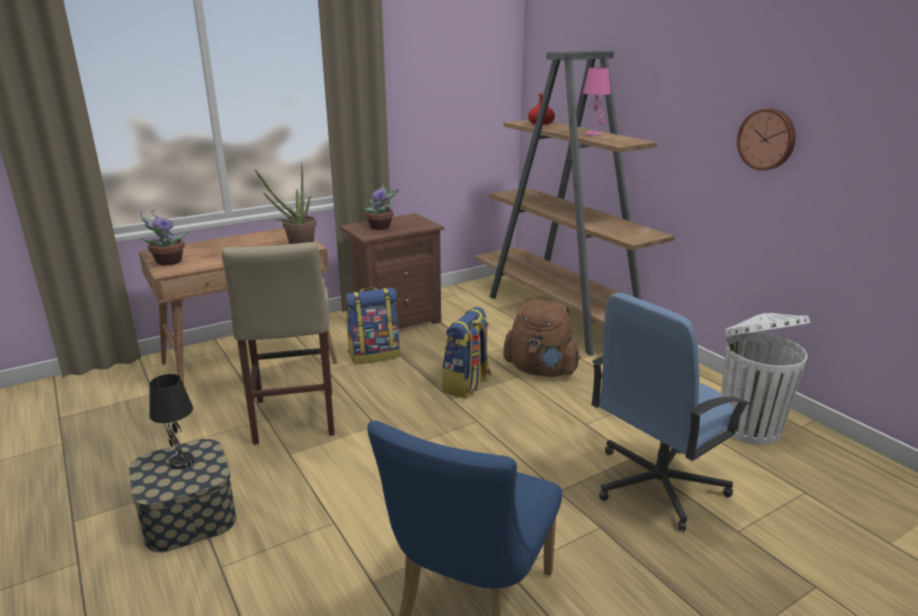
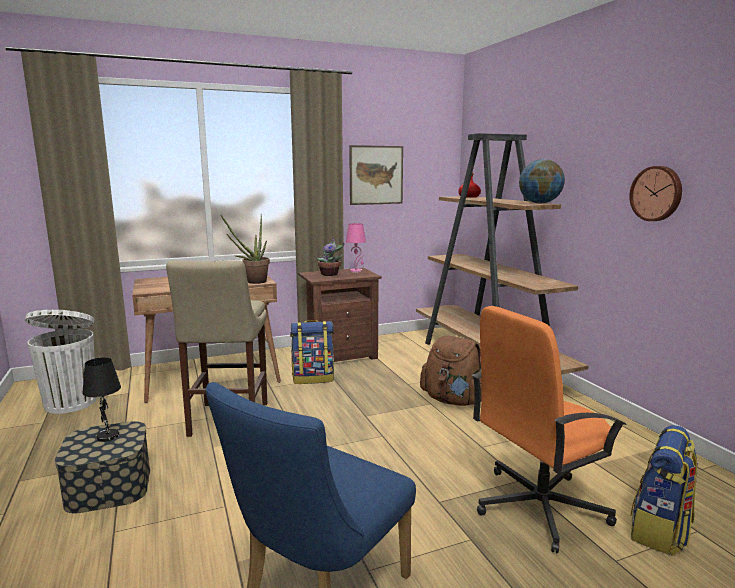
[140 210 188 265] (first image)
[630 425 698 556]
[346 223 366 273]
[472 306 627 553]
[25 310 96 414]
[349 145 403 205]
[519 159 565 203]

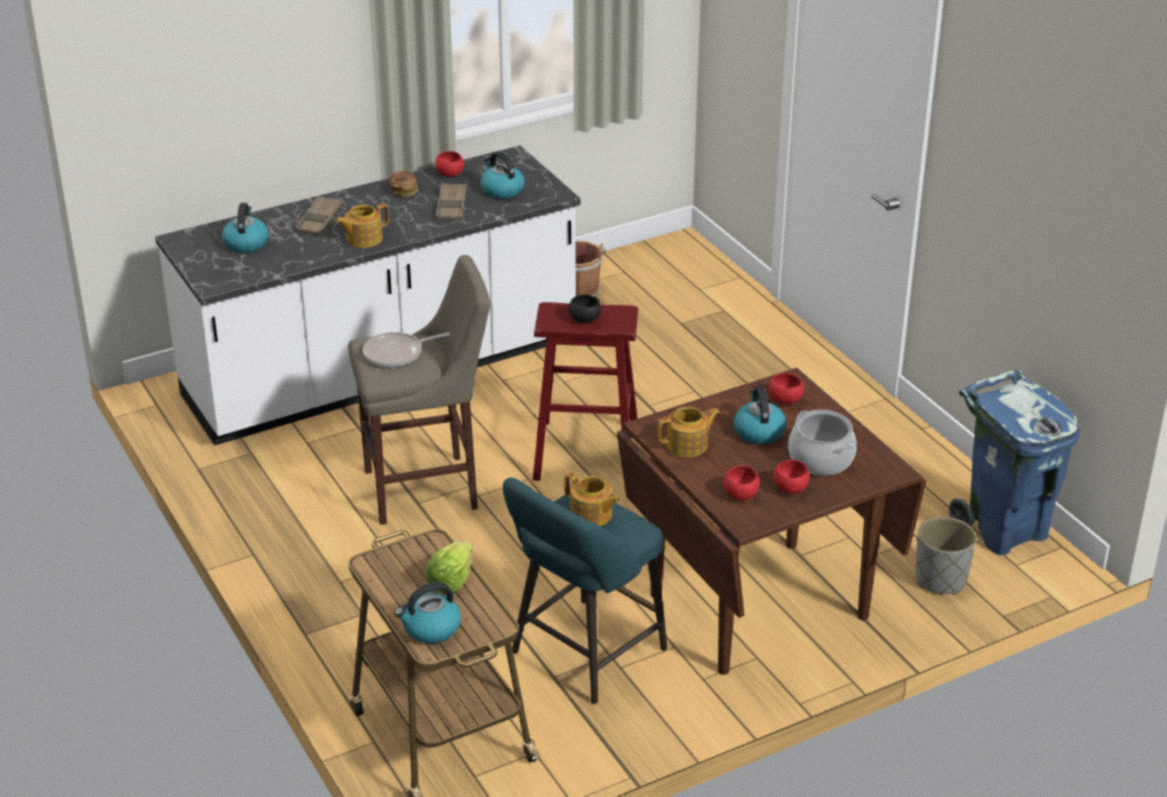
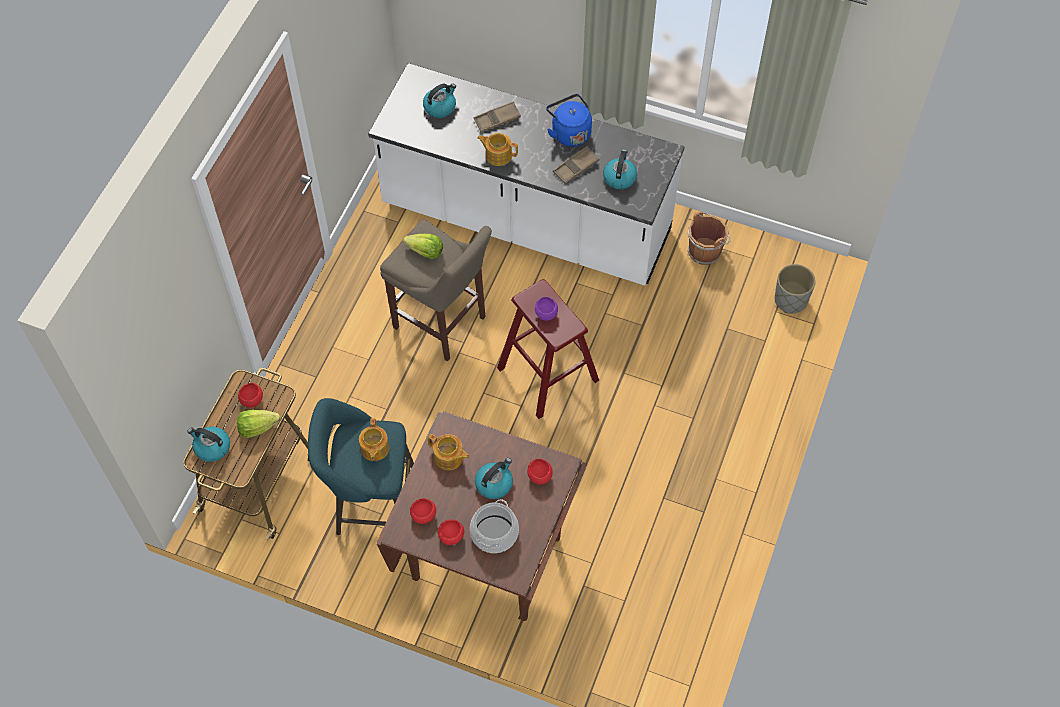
[403 234 443 259]
[546 94 592 147]
[238 383 263 408]
[535 297 558 321]
[775 264 816 314]
[949 370 1080 555] (first image)

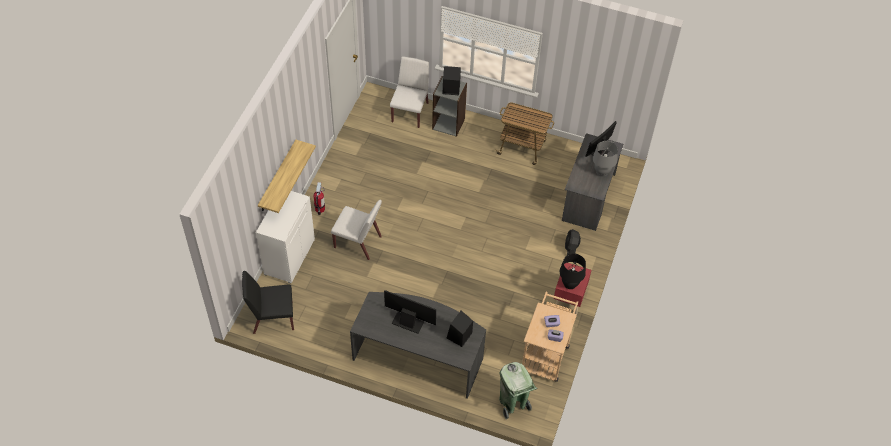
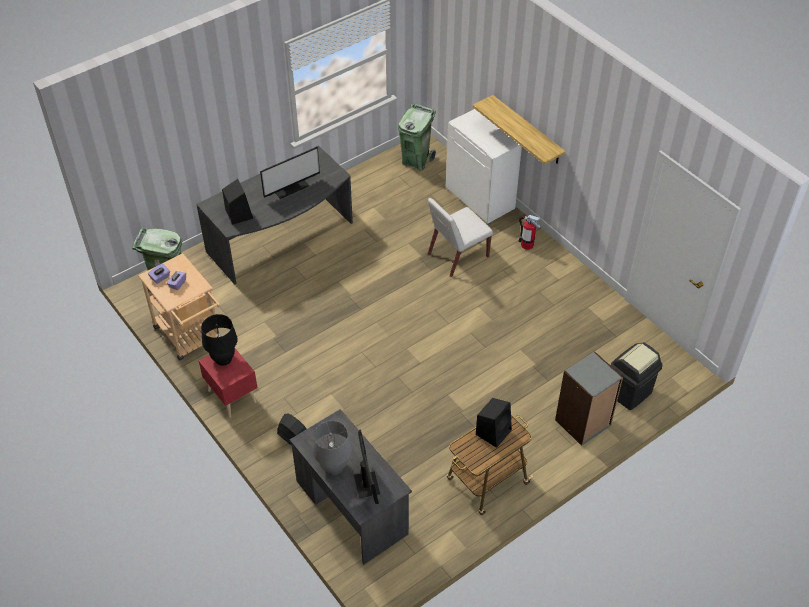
[398 104 436 171]
[611 343 663 410]
[476 398 512 448]

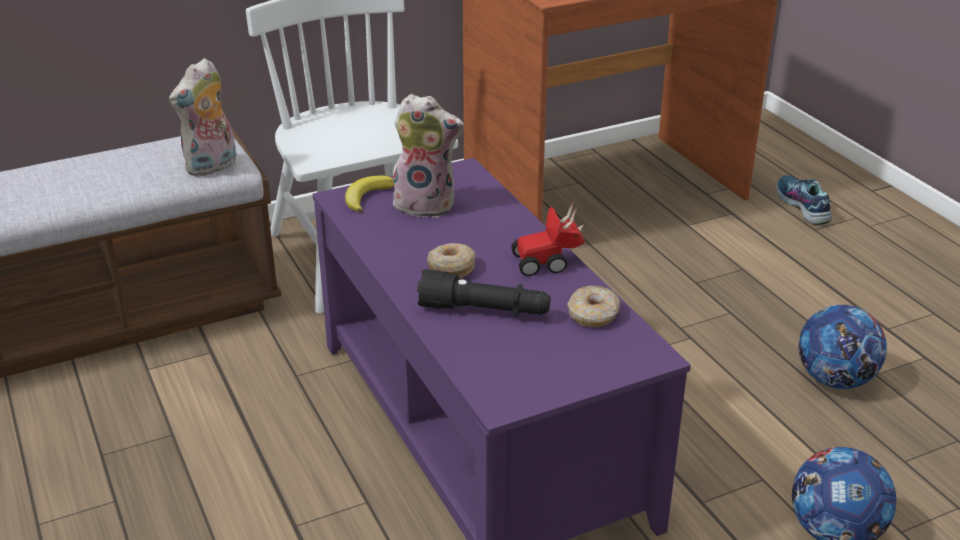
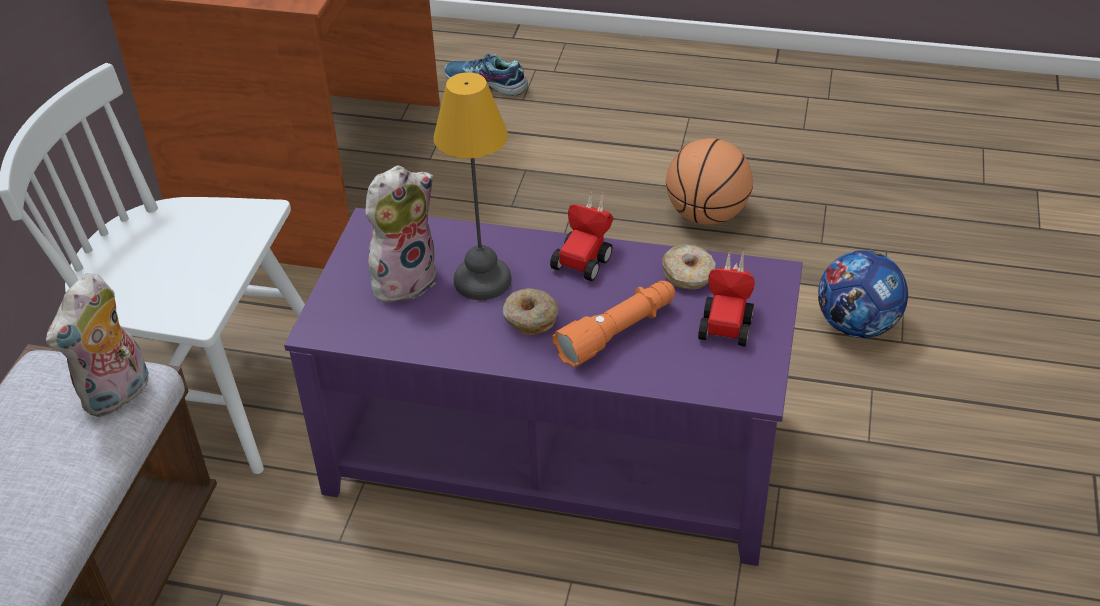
[46 273 149 417]
[345 175 394 213] (first image)
[552 281 675 367]
[666 138 753 225]
[433 72 512 300]
[698 250 755 346]

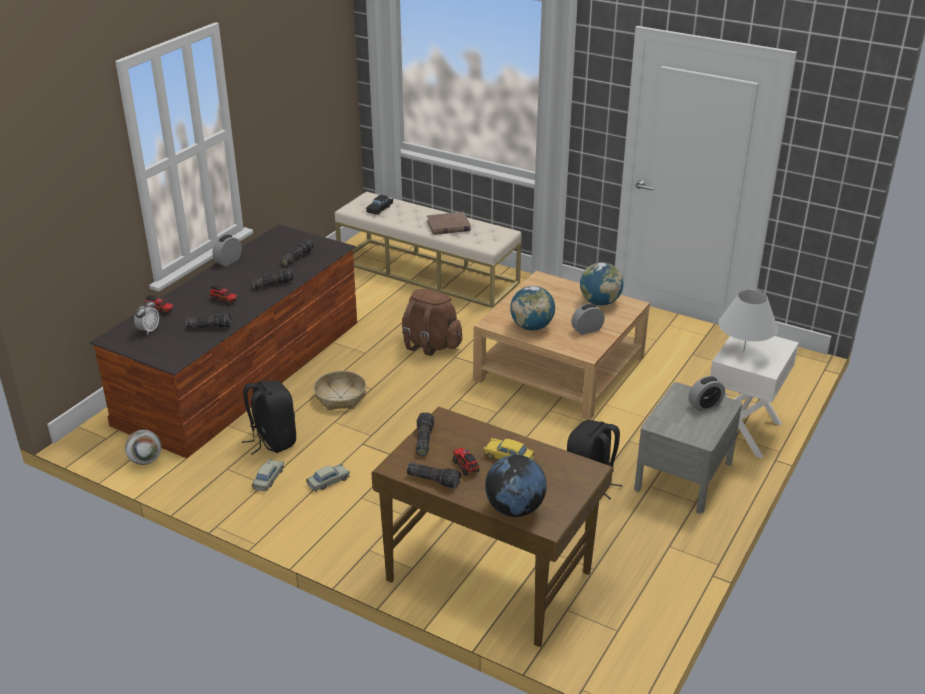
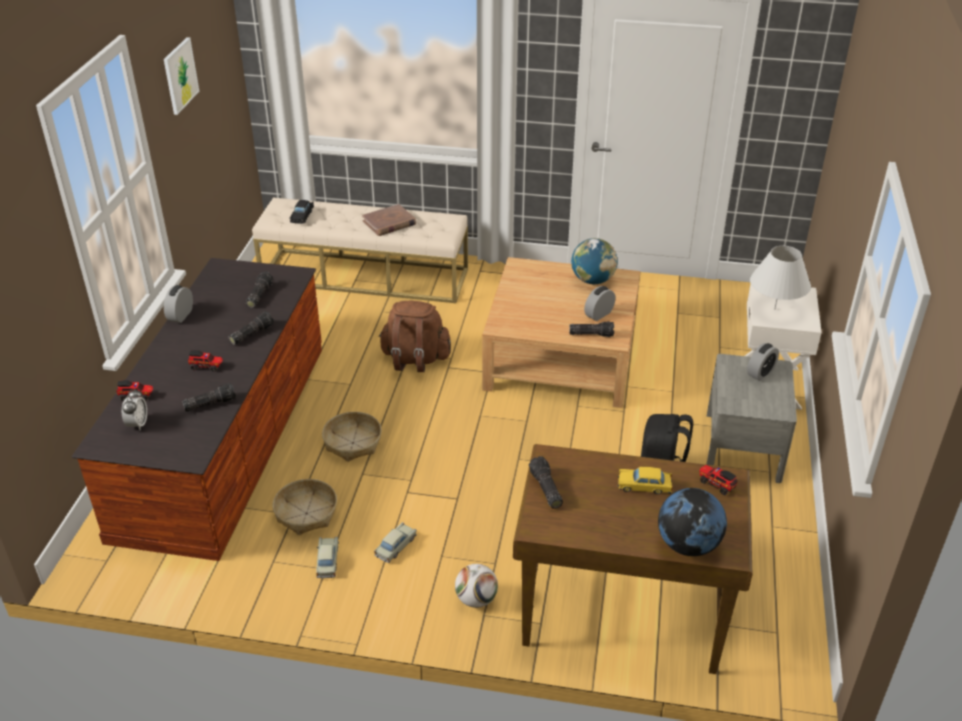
[455 564 498 608]
[273 479 337 535]
[570 321 614 337]
[700 465 738 495]
[510 286 555 331] (first image)
[164 37 199 115]

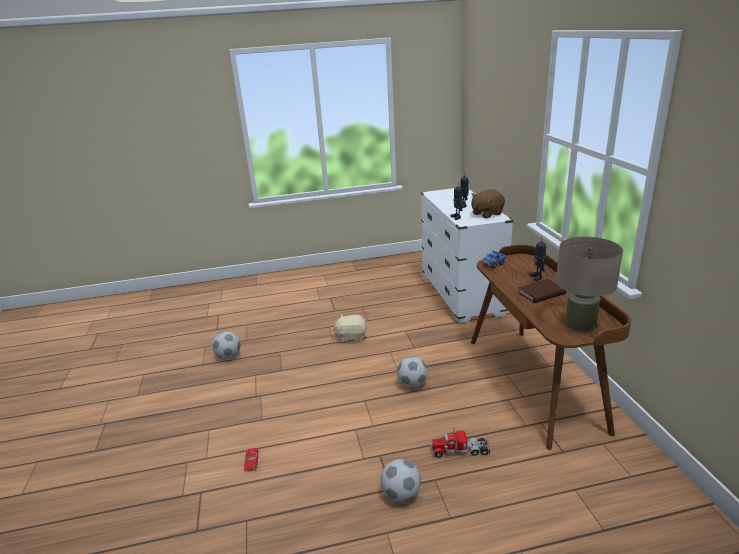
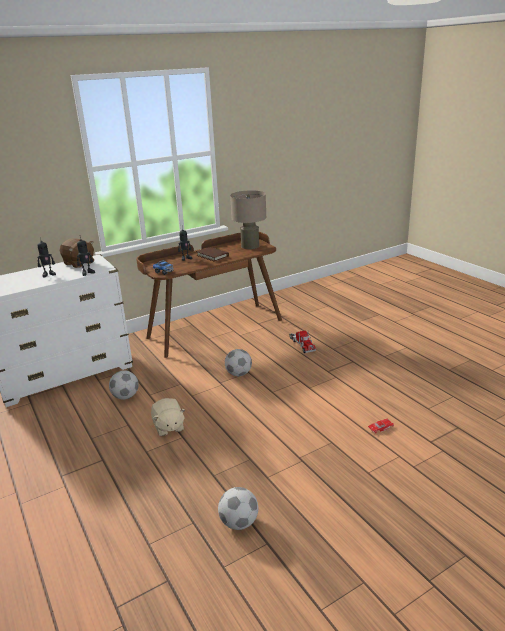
[109 370 139 400]

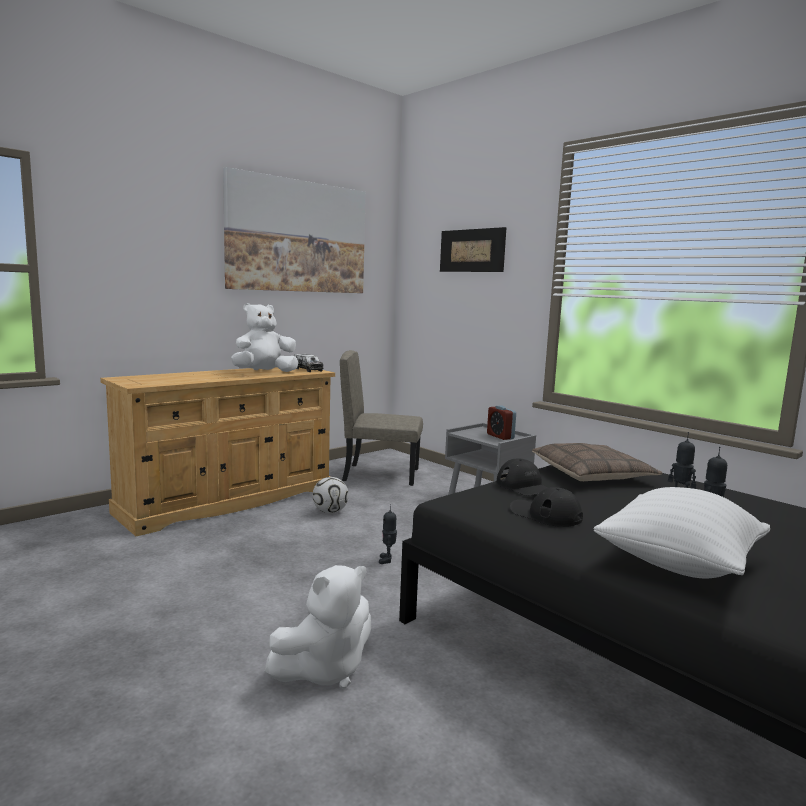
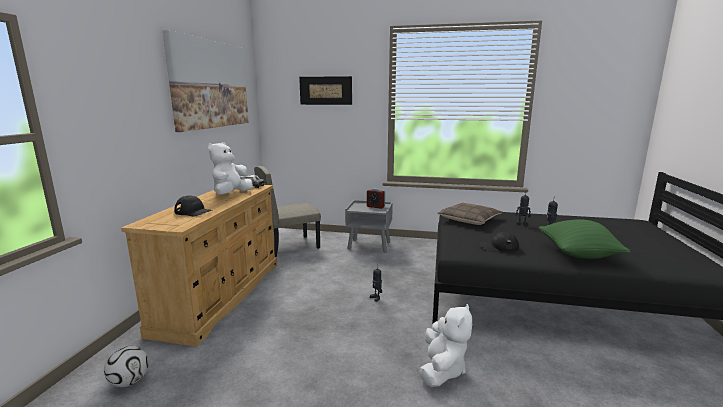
[104 346 149 387]
[174 195 213 217]
[539 219 631 259]

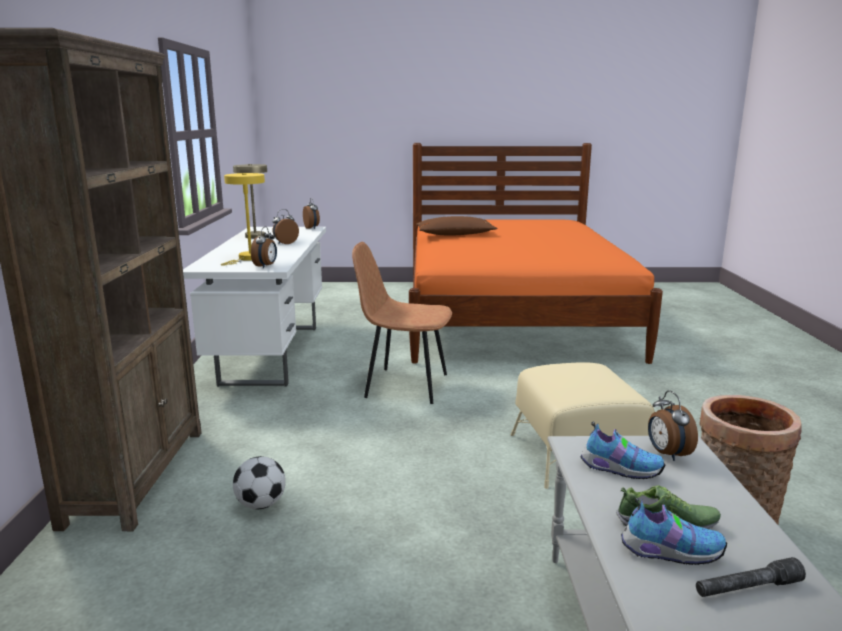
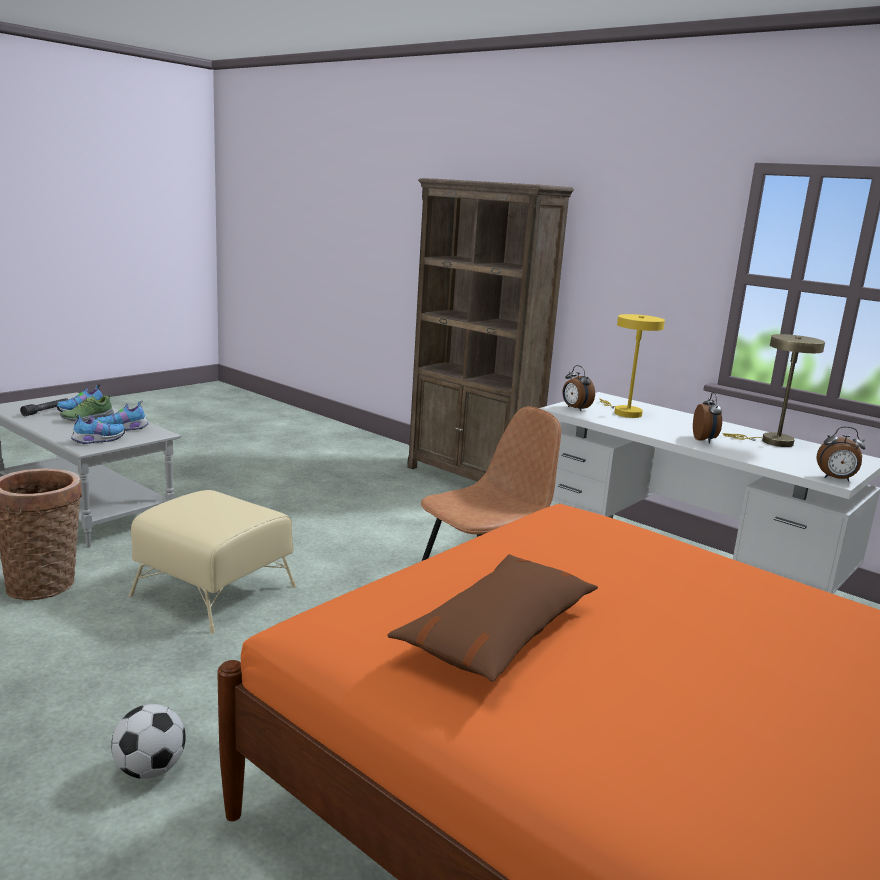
[111 704 186 779]
[388 554 598 682]
[71 414 125 444]

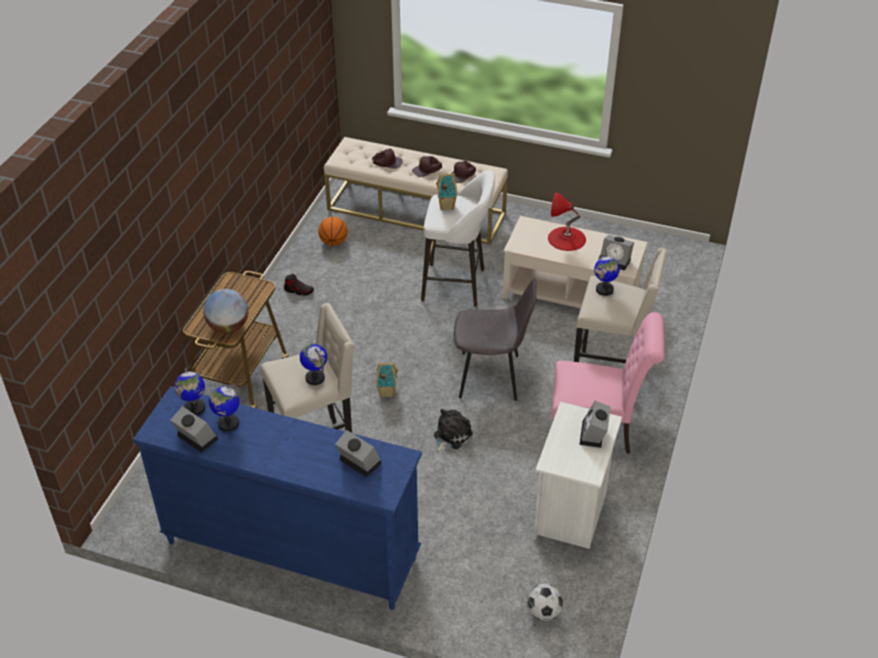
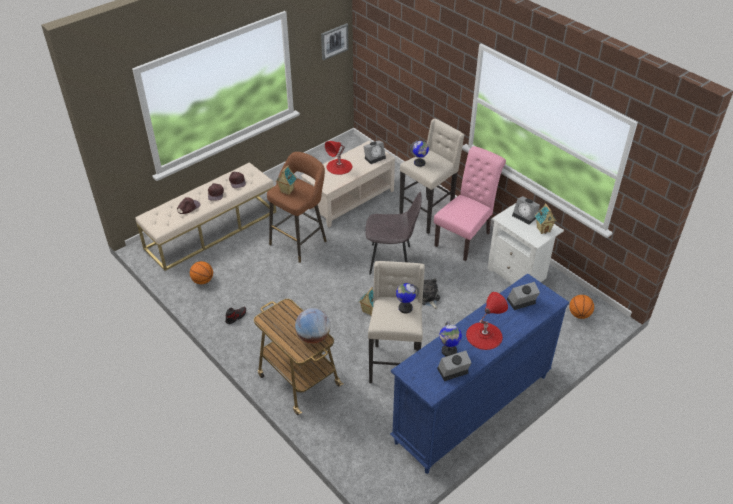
[175 367 205 416] (first image)
[267 152 327 263]
[365 192 422 275]
[569 295 594 319]
[321 23 349 61]
[466 292 508 350]
[535 203 557 234]

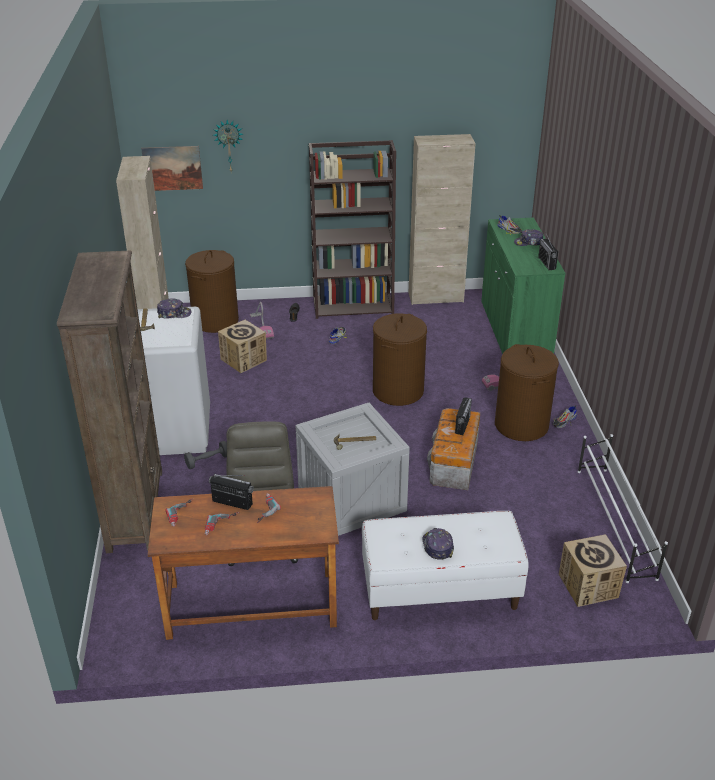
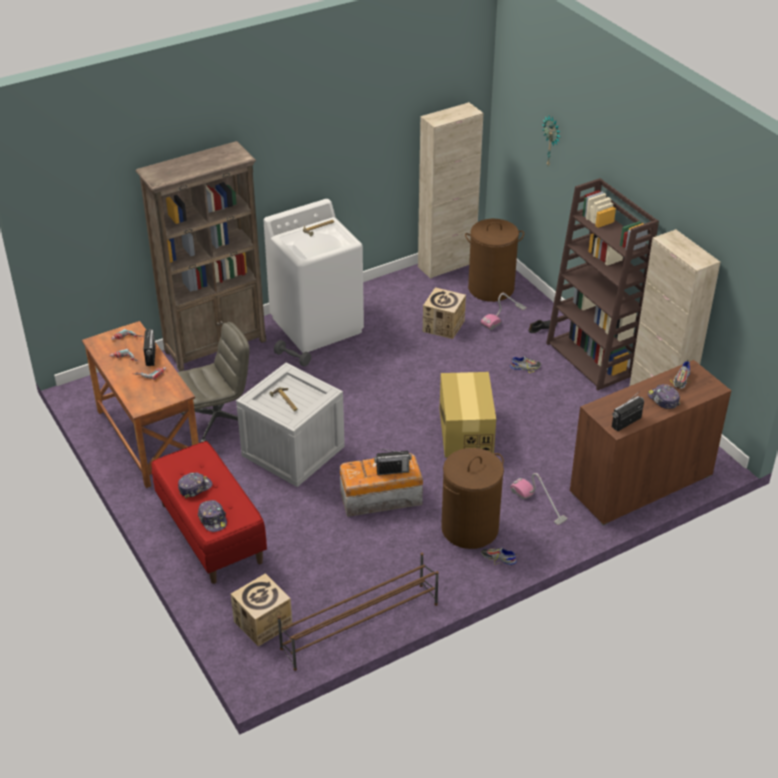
[141 146 203 191] (first image)
[198 500 227 532]
[151 441 267 584]
[440 372 496 457]
[570 360 731 526]
[278 553 439 671]

